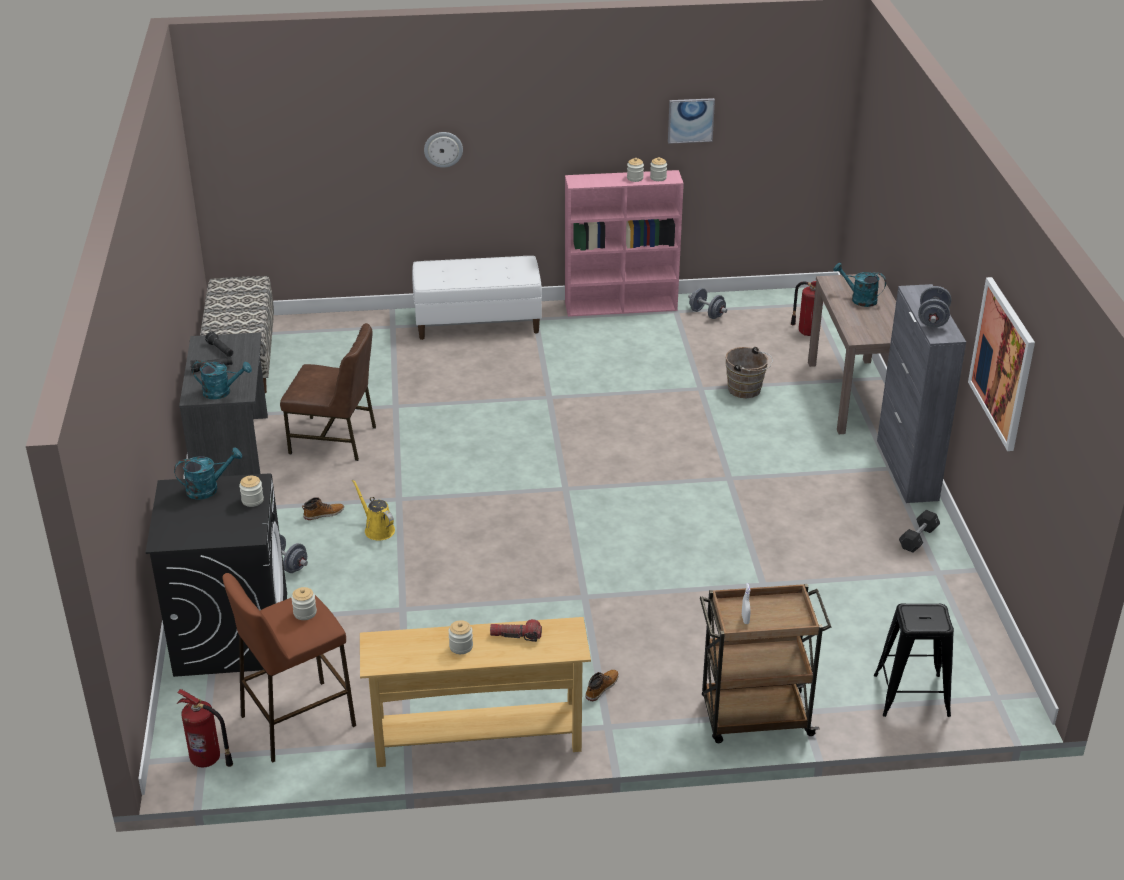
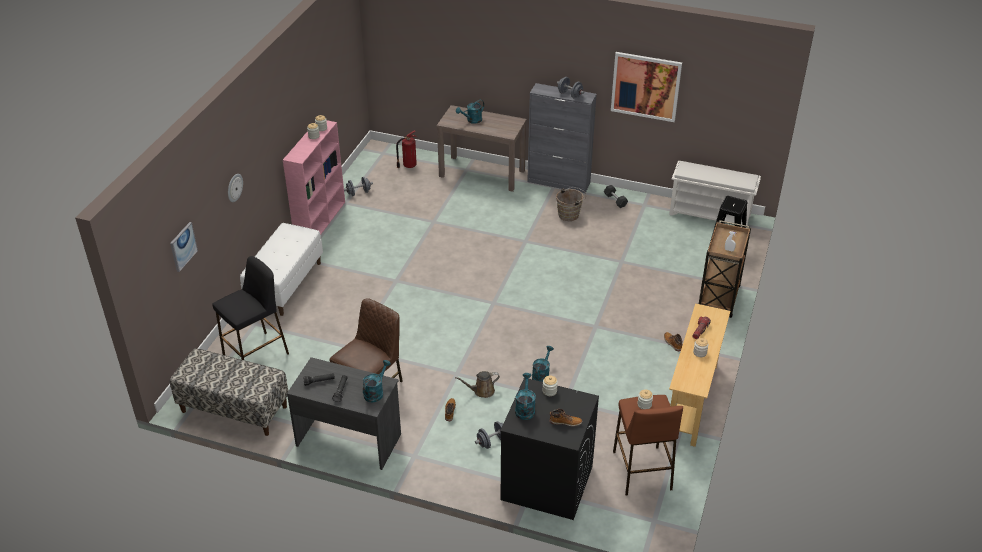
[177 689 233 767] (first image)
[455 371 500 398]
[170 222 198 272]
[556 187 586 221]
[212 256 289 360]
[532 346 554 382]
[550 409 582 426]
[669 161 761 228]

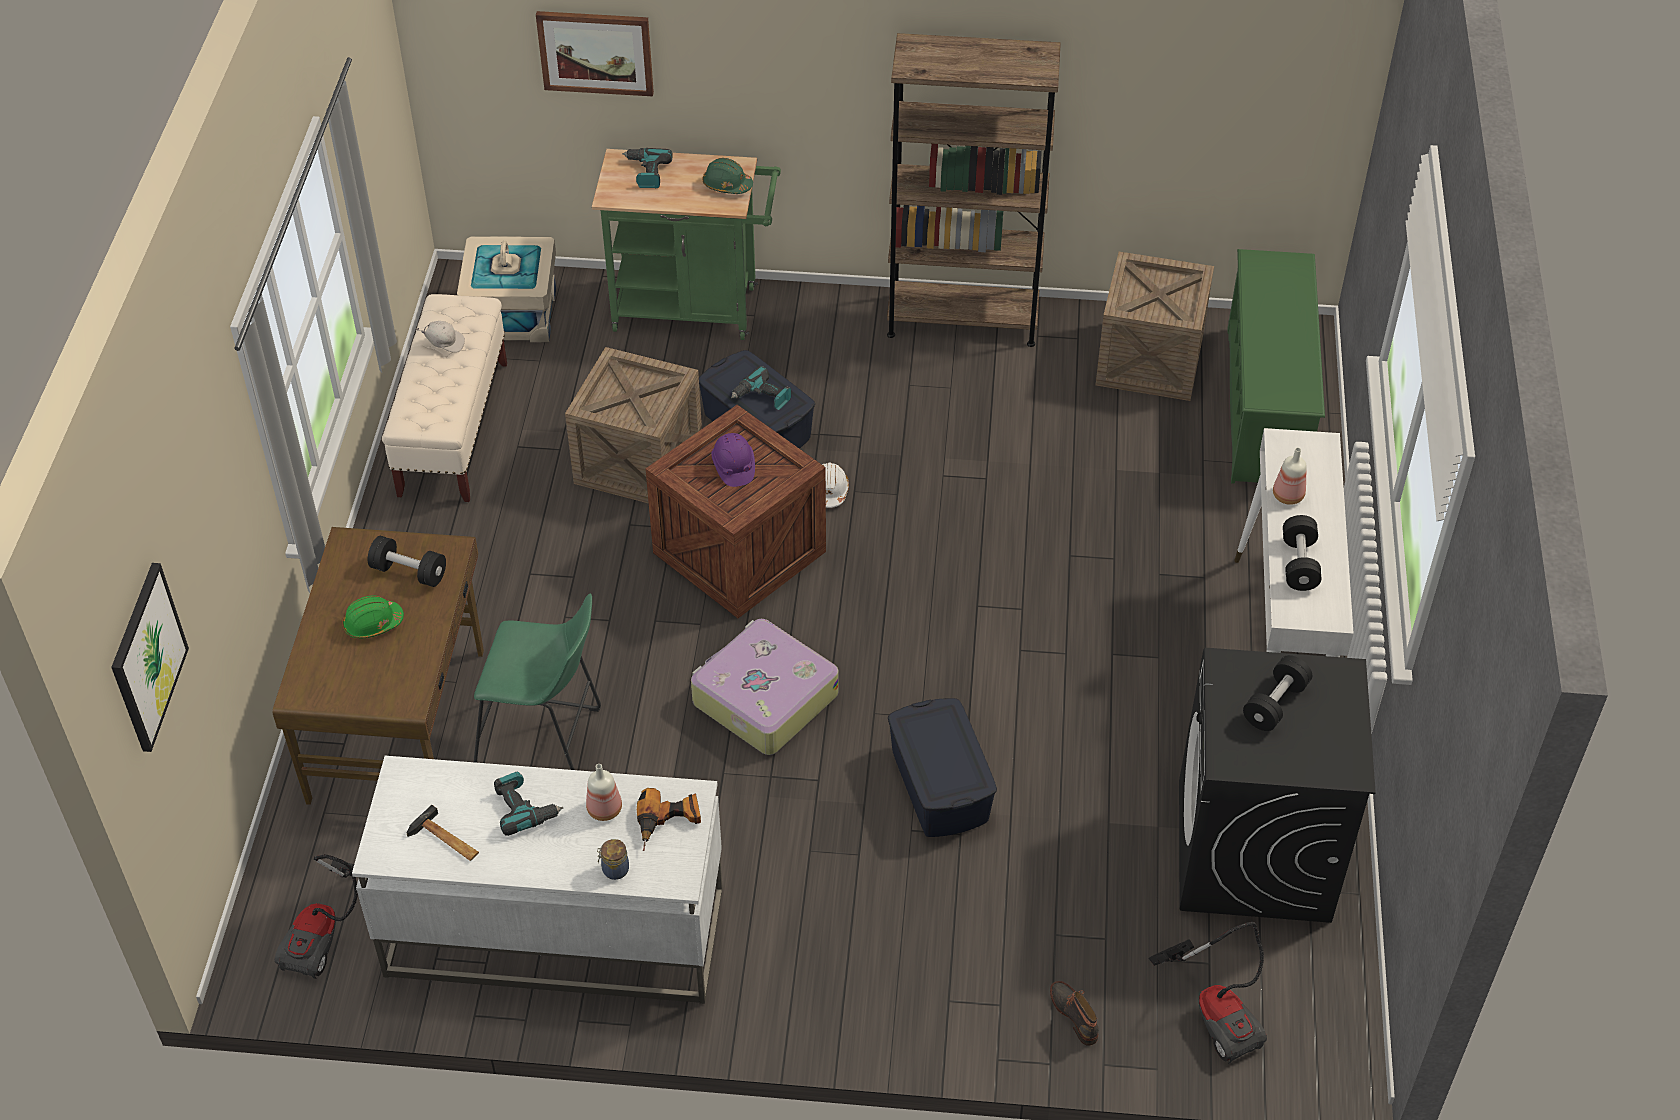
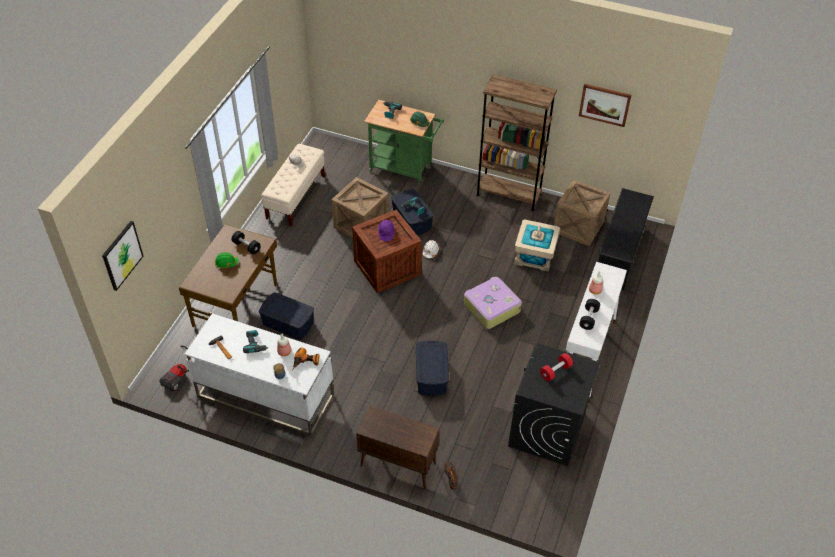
[514 219 560 272]
[259 292 314 340]
[579 84 631 127]
[464 277 522 329]
[1148 922 1267 1064] (first image)
[598 188 654 290]
[540 353 573 381]
[356 406 439 489]

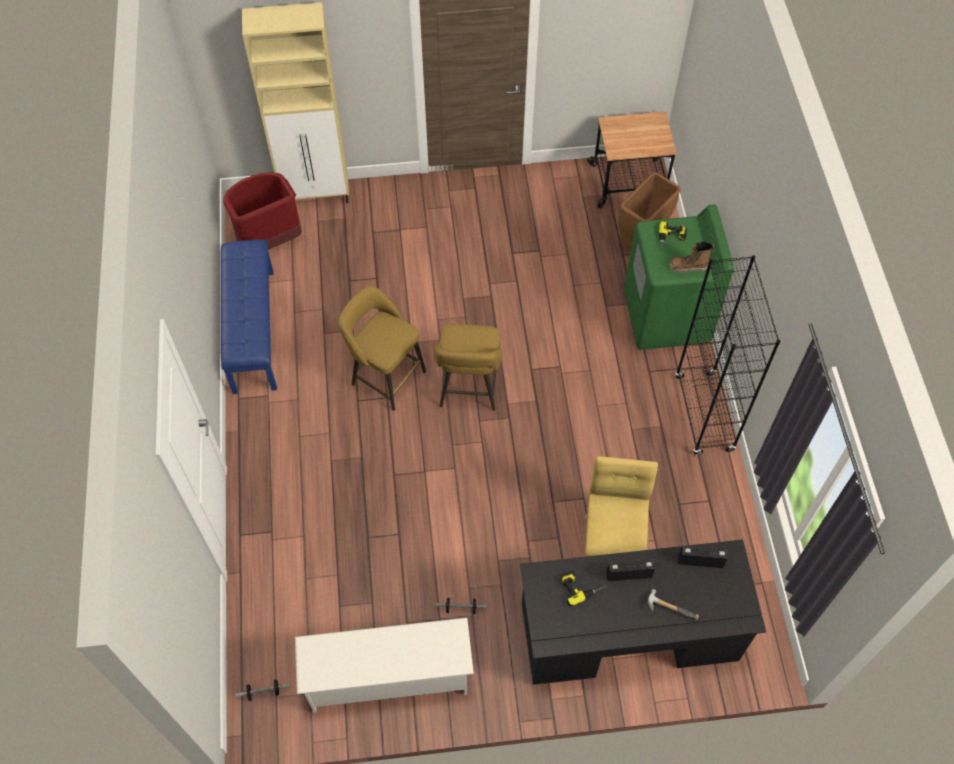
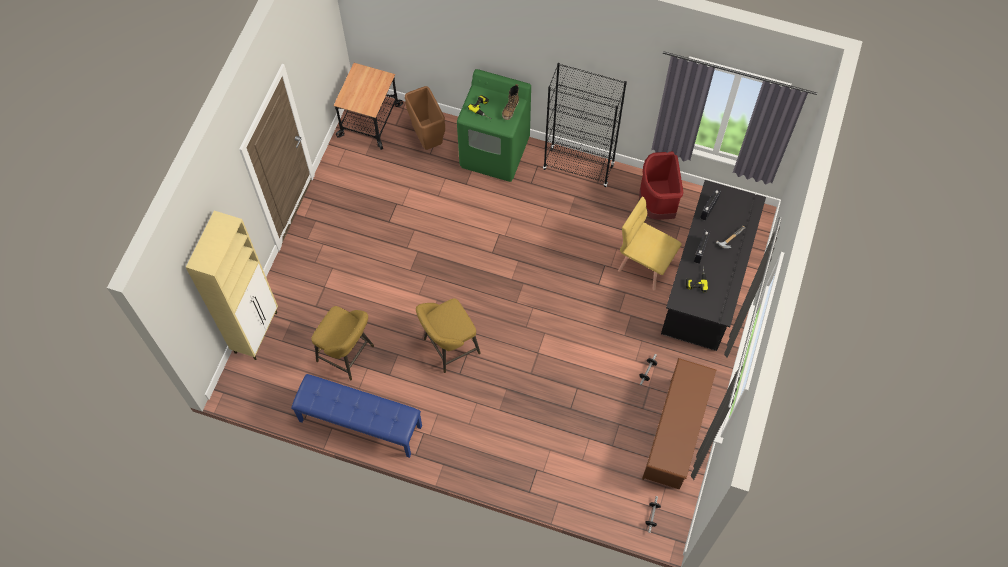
[639 151 683 220]
[642 358 716 489]
[311 306 374 380]

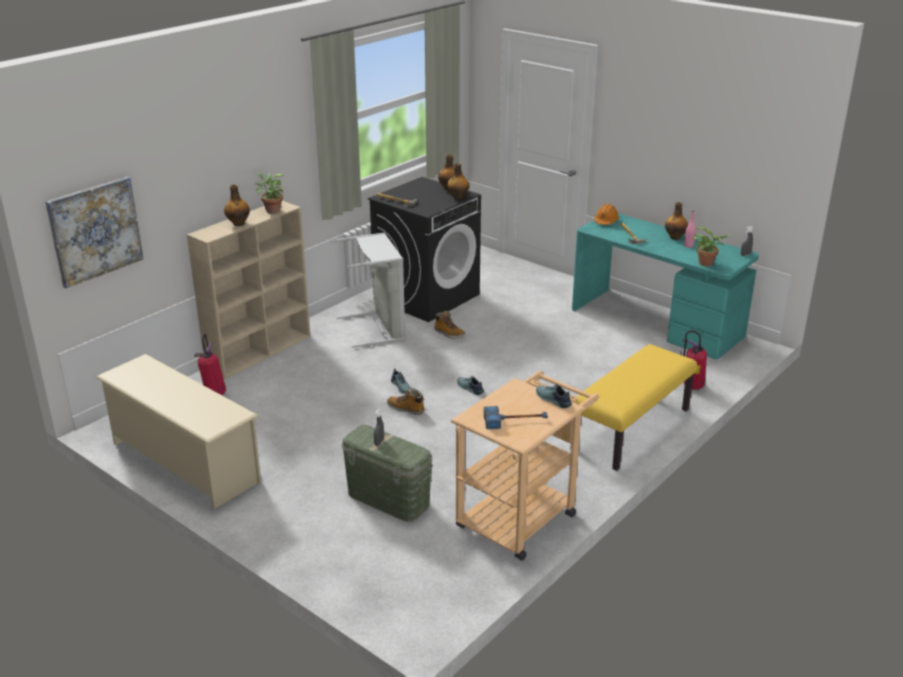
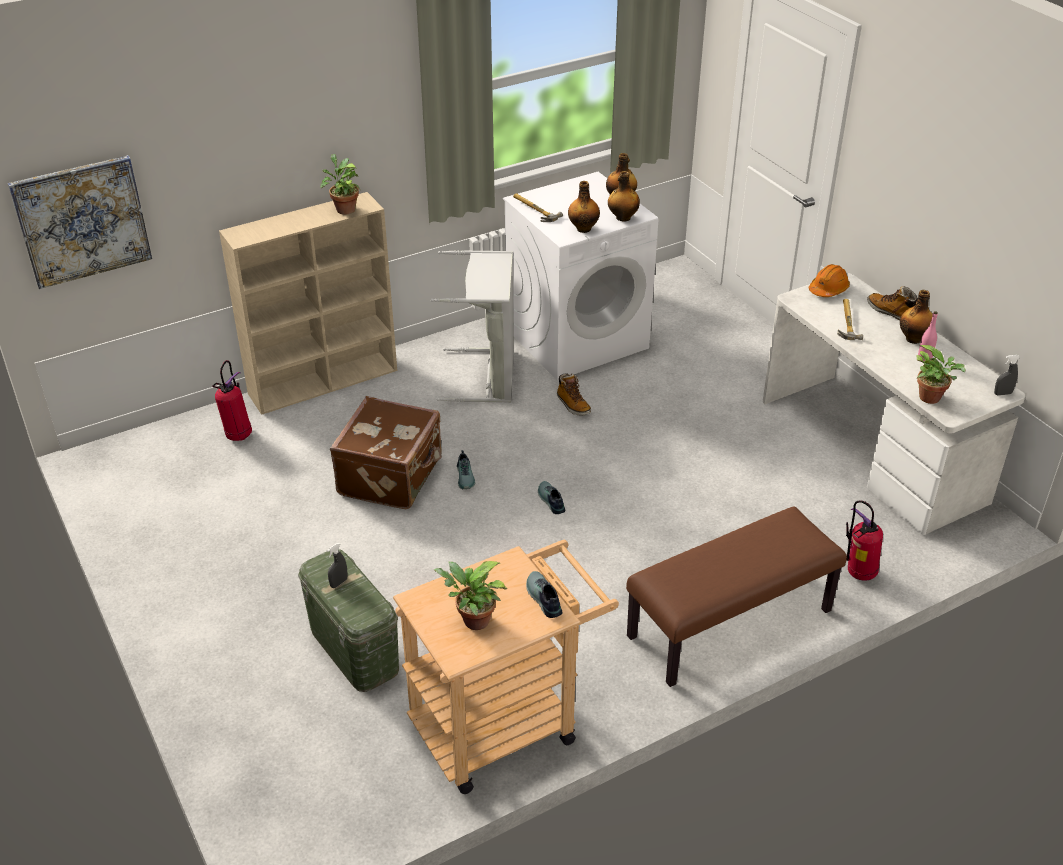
[96 354 261 509] (first image)
[568 181 600 233]
[503 172 659 380]
[867 286 918 320]
[433 561 507 630]
[626 506 847 687]
[763 273 1025 535]
[330 396 442 509]

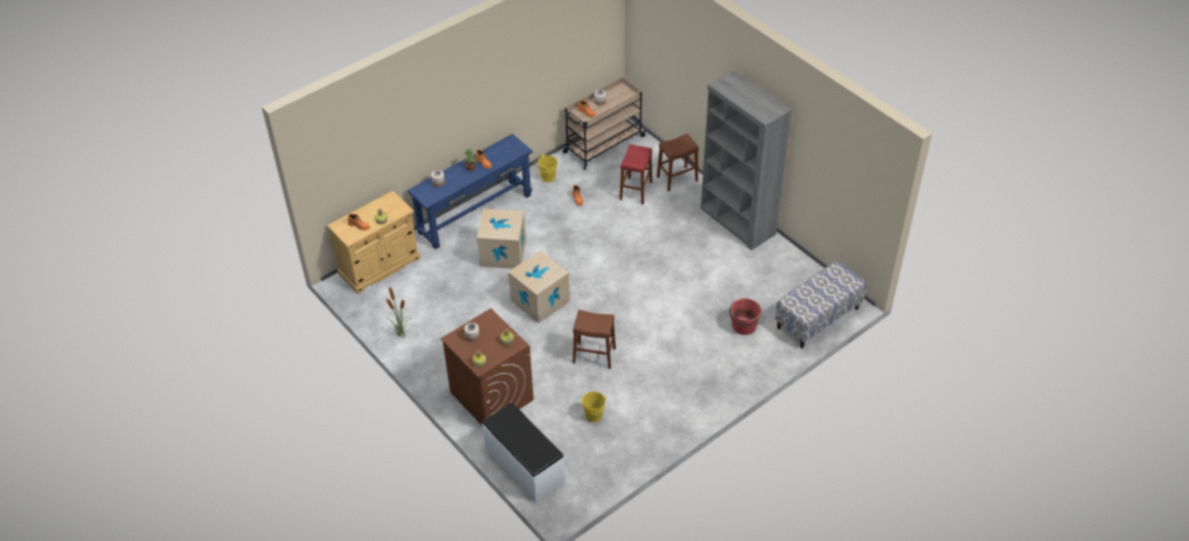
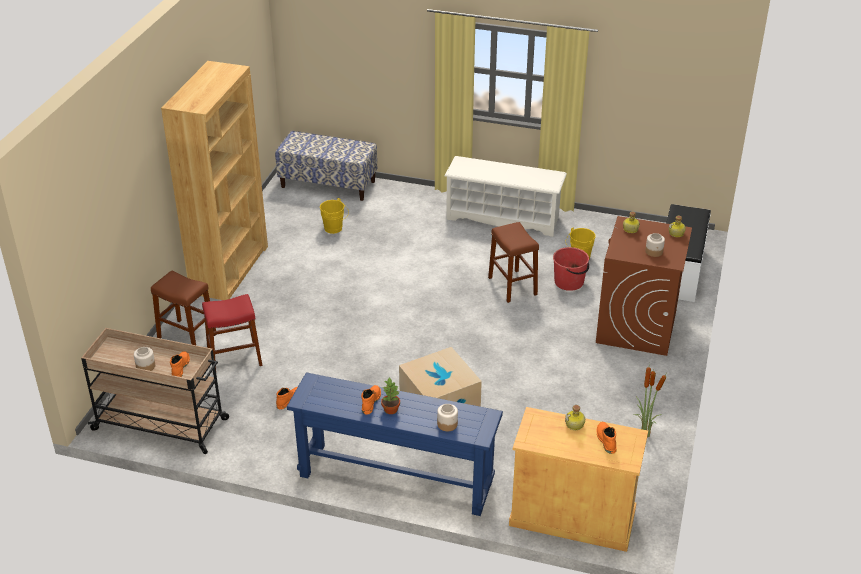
[508 251 570 323] (first image)
[320 198 349 234]
[161 61 268 300]
[553 247 589 291]
[444 156 567 237]

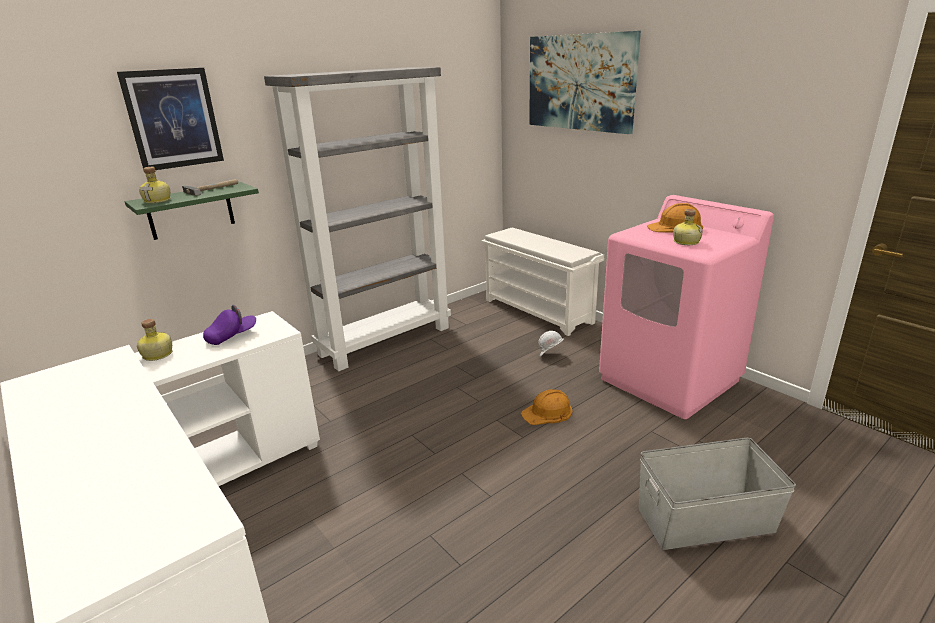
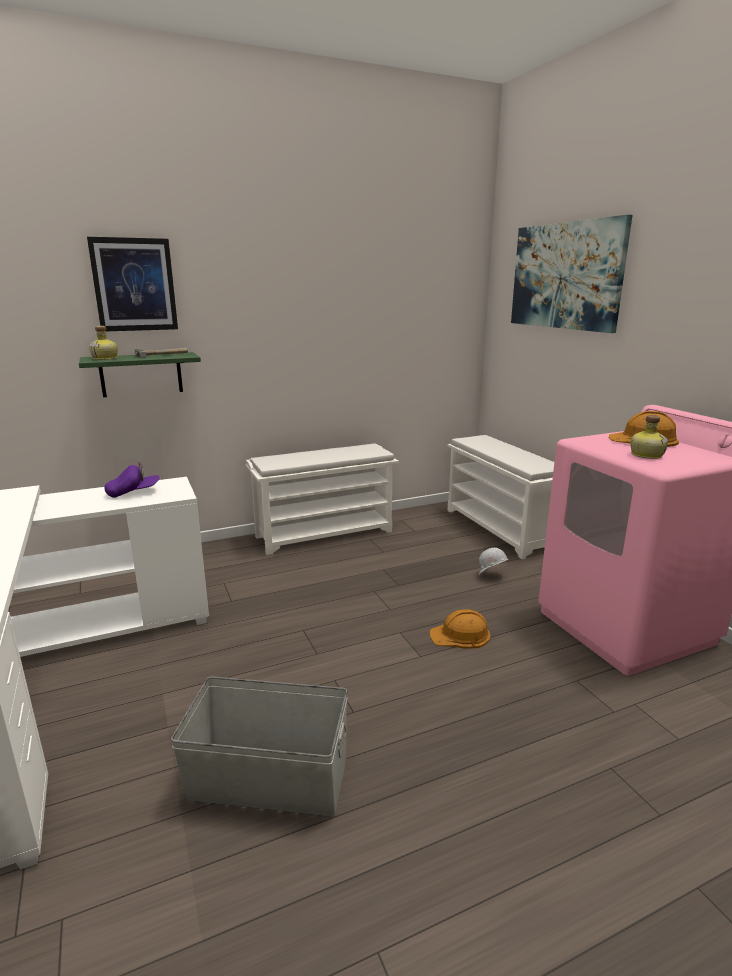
[137 319 173 361] (first image)
[246 443 399 555]
[171 676 348 817]

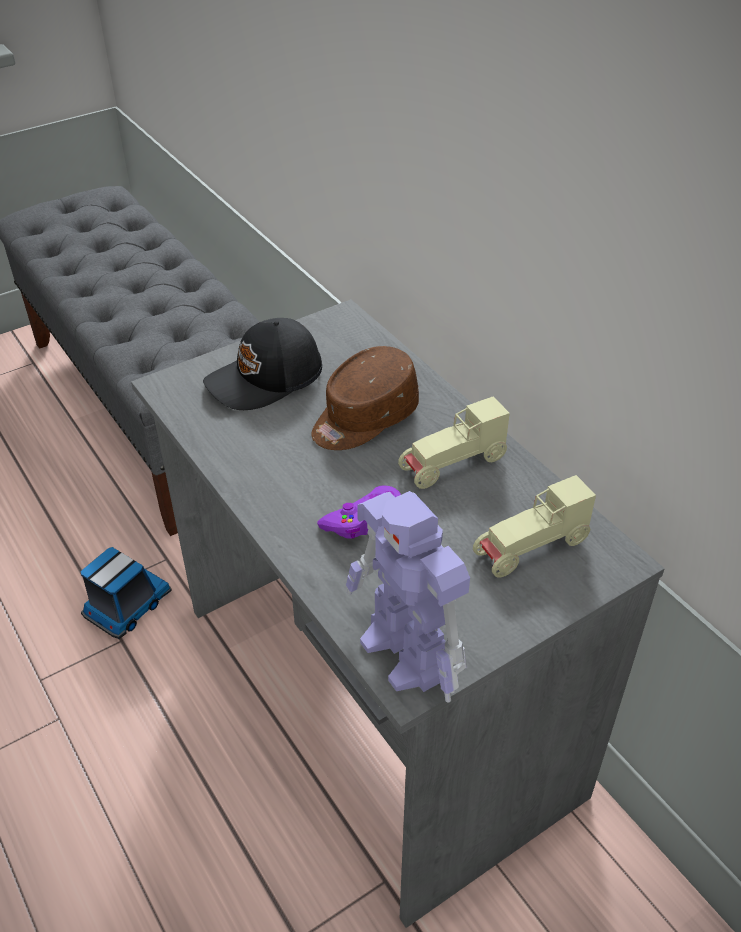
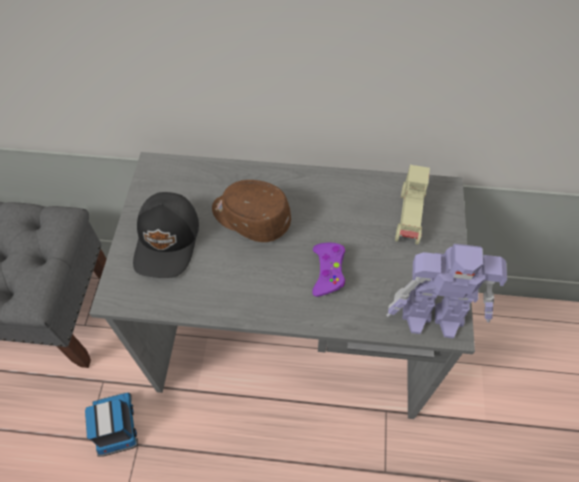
[212 180 291 242]
[398 396 510 489] (first image)

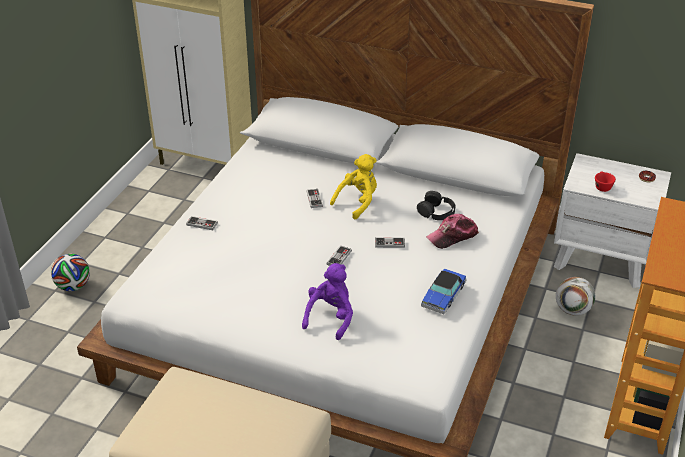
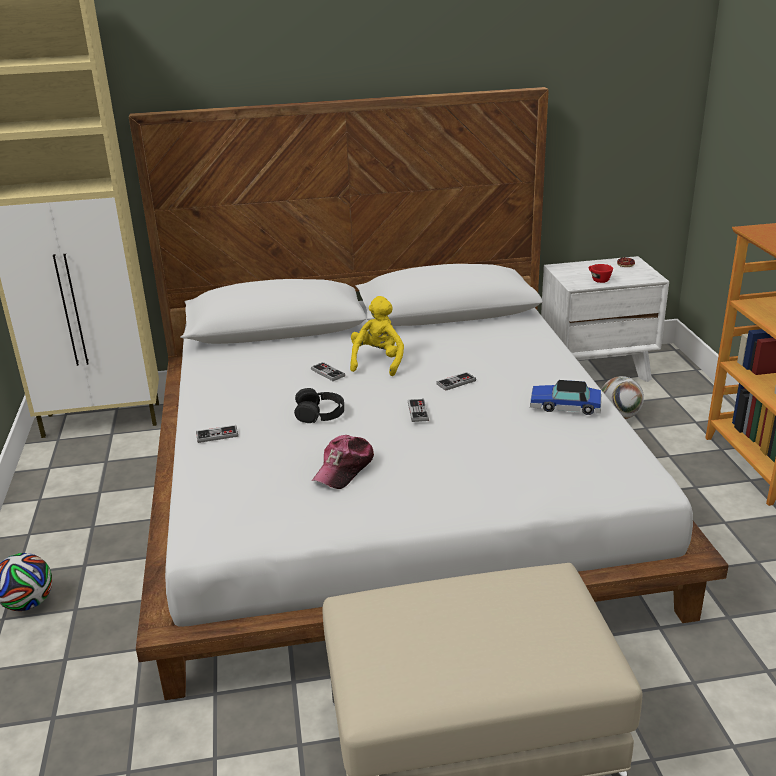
[302 263 353 340] (first image)
[294 388 344 423]
[530 380 601 415]
[312 435 374 489]

